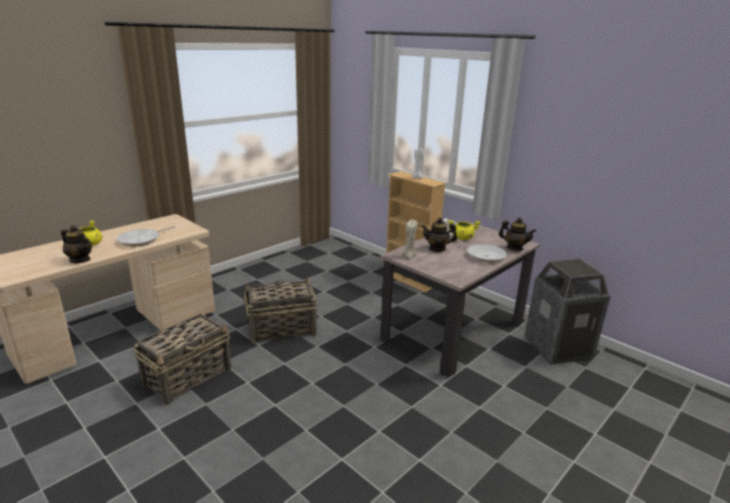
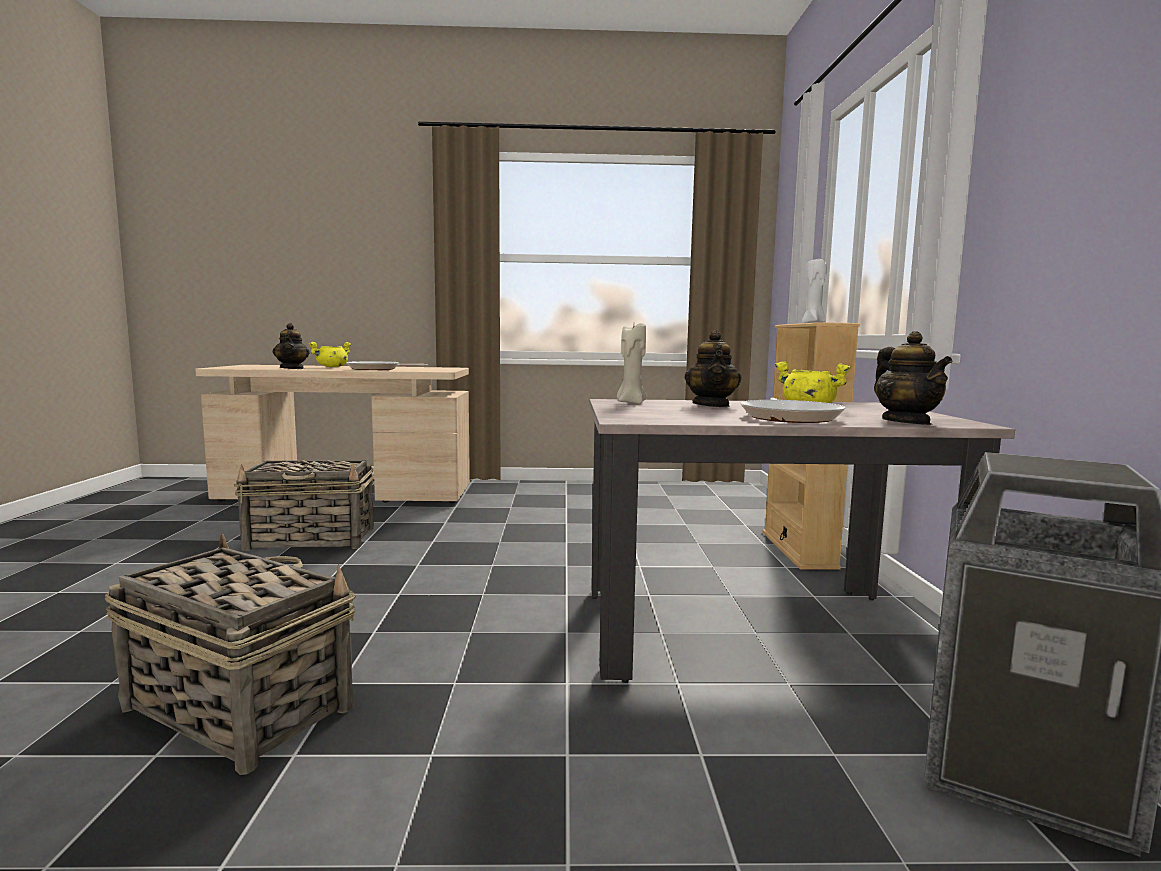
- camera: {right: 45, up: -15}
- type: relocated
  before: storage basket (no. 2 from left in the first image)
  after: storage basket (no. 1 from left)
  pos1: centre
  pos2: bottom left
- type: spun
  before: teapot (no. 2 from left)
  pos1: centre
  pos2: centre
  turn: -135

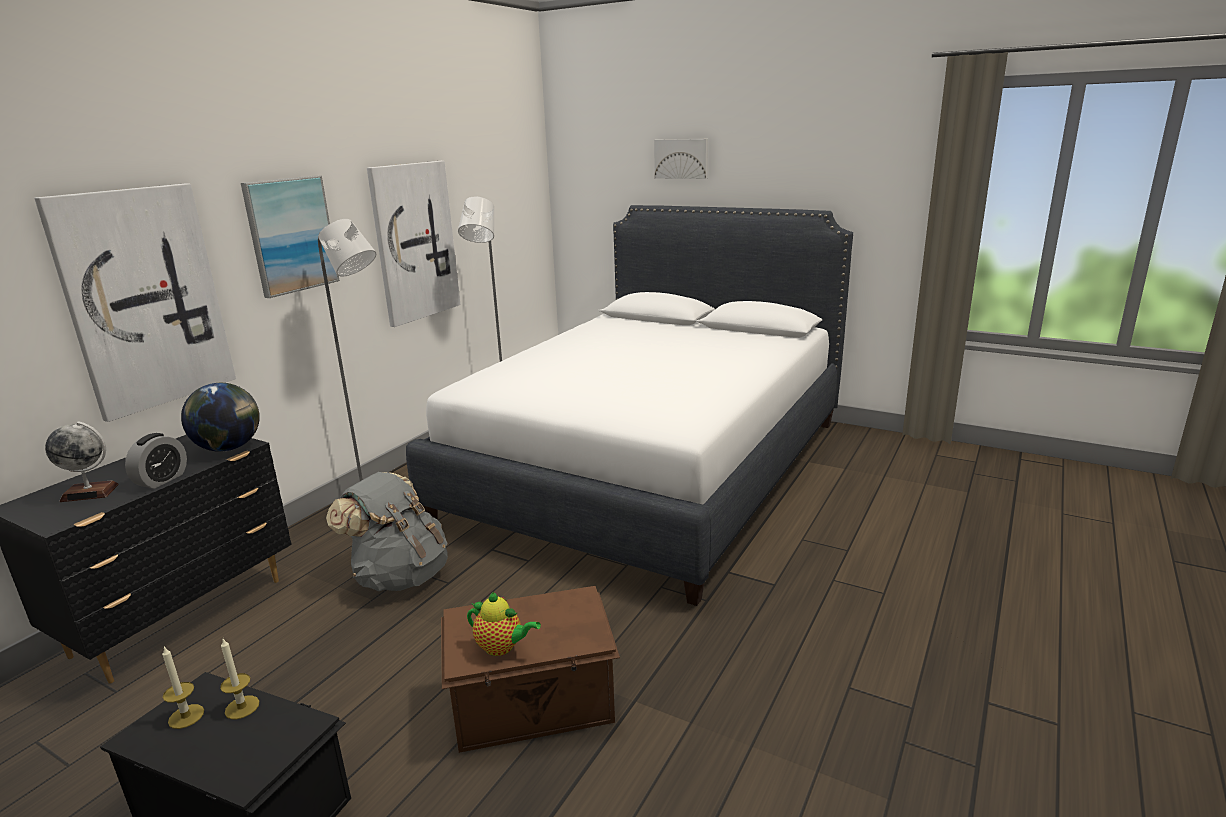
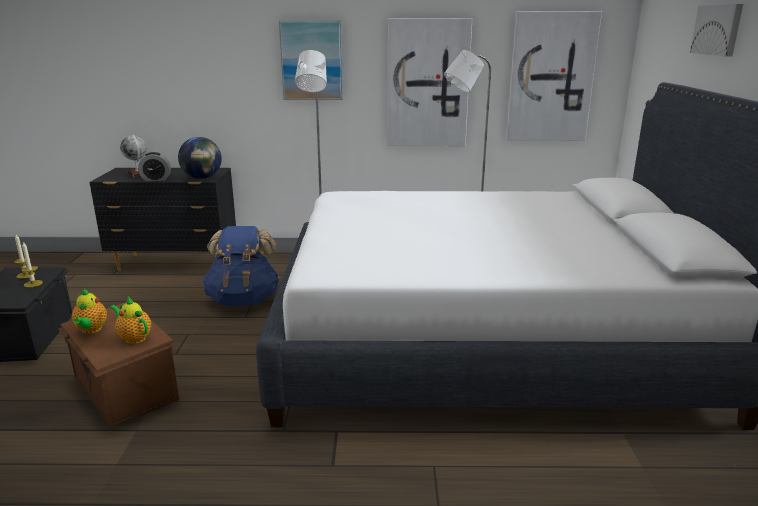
- camera: {right: 60, up: 0}
- type: appeared
  after: teapot (no. 2 from left)
  pos2: middle left
- type: relocated
  before: wall art (no. 1 from left in the first image)
  after: wall art (no. 3 from left)
  pos1: middle left
  pos2: top right
- type: colour
  before: rucksack/grey
  after: rucksack/blue-coloured
  pos1: middle left
  pos2: middle left

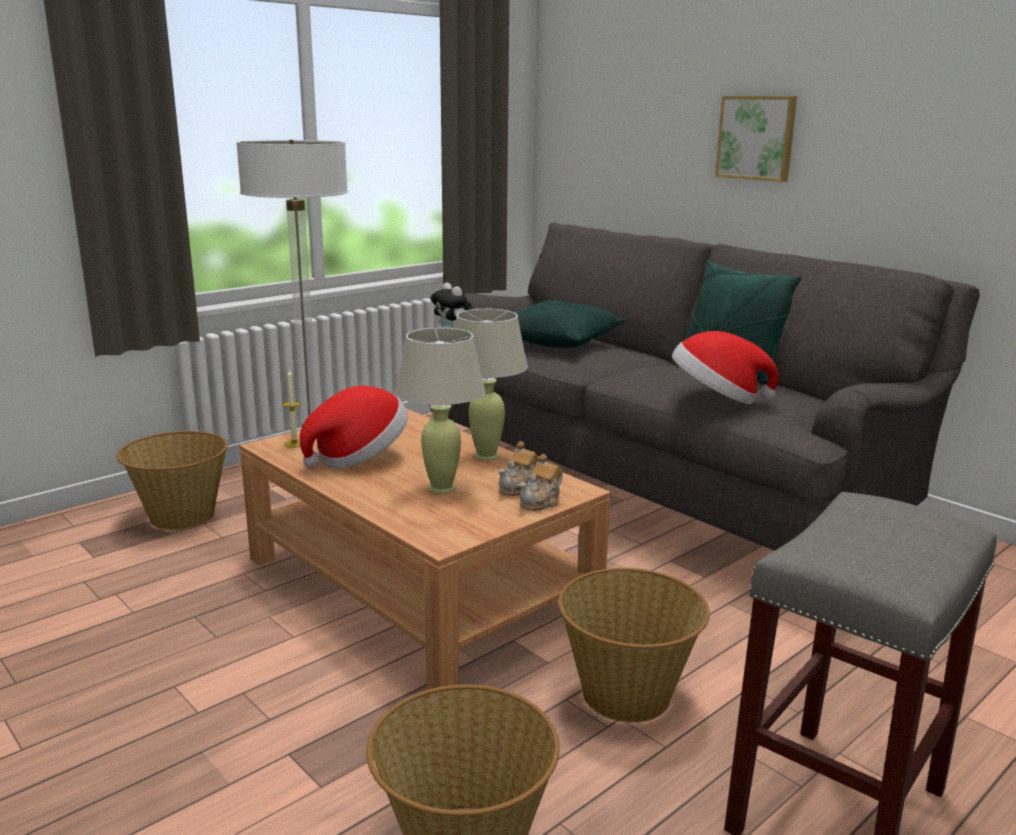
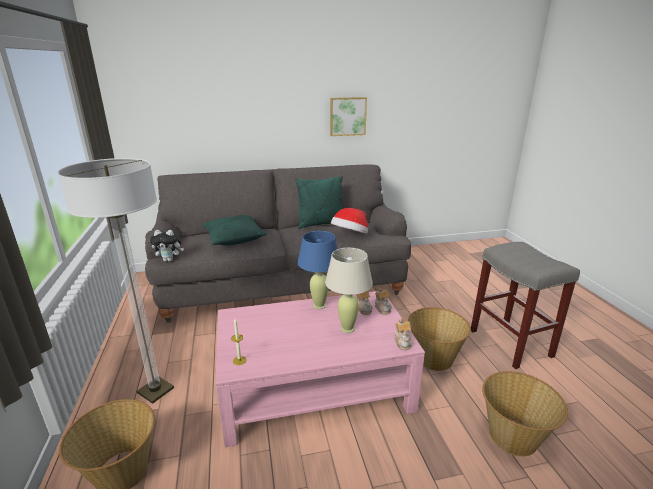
- camera: {right: -60, up: 5}
- type: missing
  before: hat (no. 1 from left)
  pos1: centre
- type: appeared
  after: teapot (no. 3 from left)
  pos2: bottom centre
- type: relocated
  before: wall art
  pos1: top right
  pos2: top centre
- type: colour
  before: lounge table/brown
  after: lounge table/pink
  pos1: centre
  pos2: bottom centre
- type: colour
  before: table lamp/beige (no. 2 from left)
  after: table lamp/blue-coloured
  pos1: centre
  pos2: centre

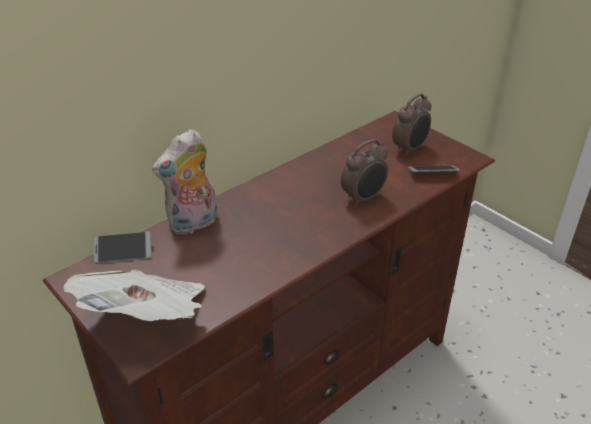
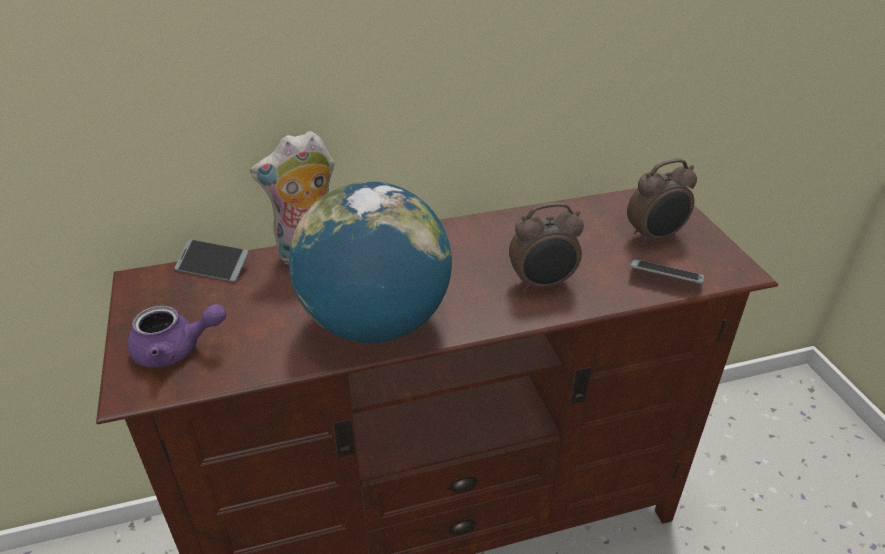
- camera: {right: 25, up: 0}
- type: appeared
  after: globe
  pos2: centre
- type: exchanged
  before: newspaper
  after: teapot/purple
  pos1: bottom left
  pos2: middle left

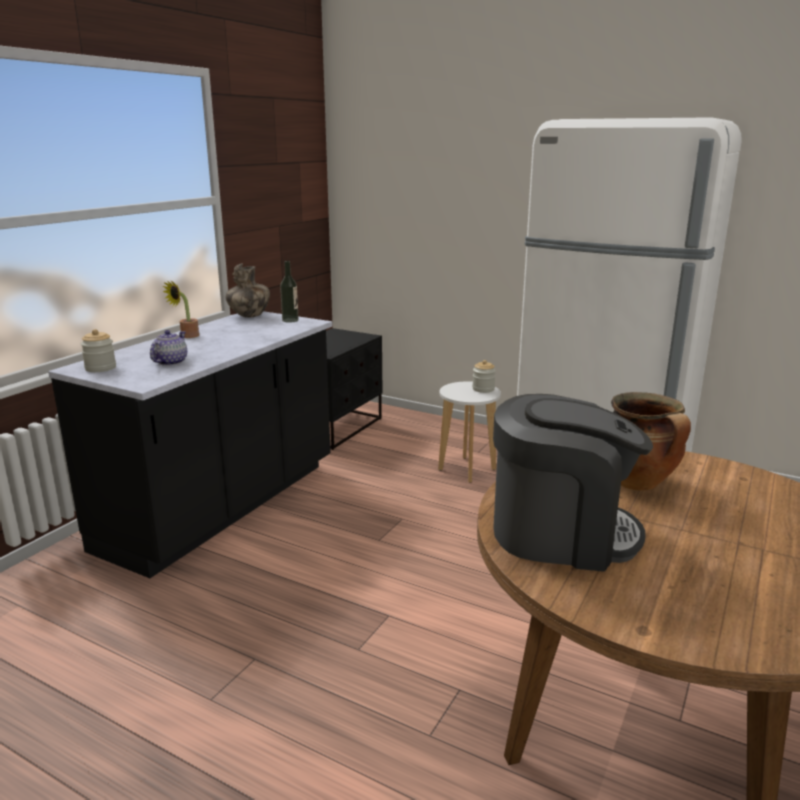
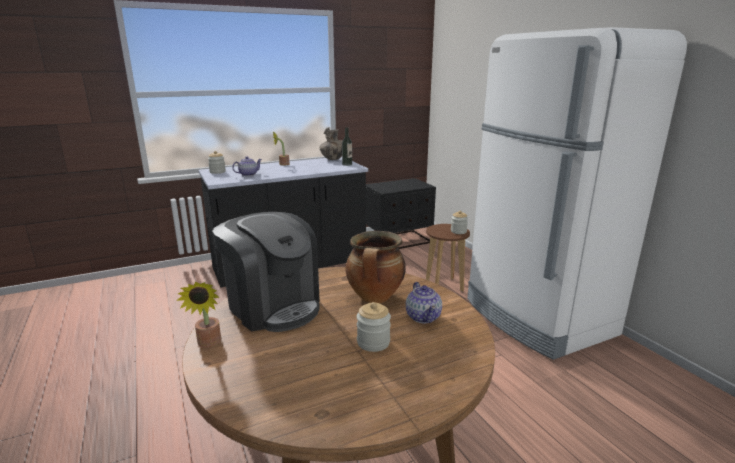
- camera: {right: 35, up: 0}
- type: appeared
  after: houseplant (no. 1 from left)
  pos2: bottom left
- type: appeared
  after: storage jar (no. 2 from left)
  pos2: bottom centre
- type: appeared
  after: teapot (no. 2 from left)
  pos2: centre
- type: colour
  before: sitting stool/white-coloured
  after: sitting stool/brown
  pos1: centre
  pos2: centre

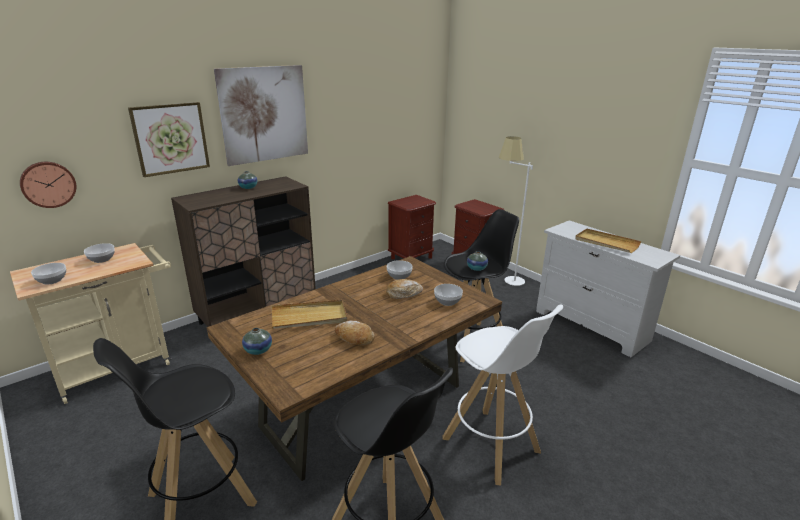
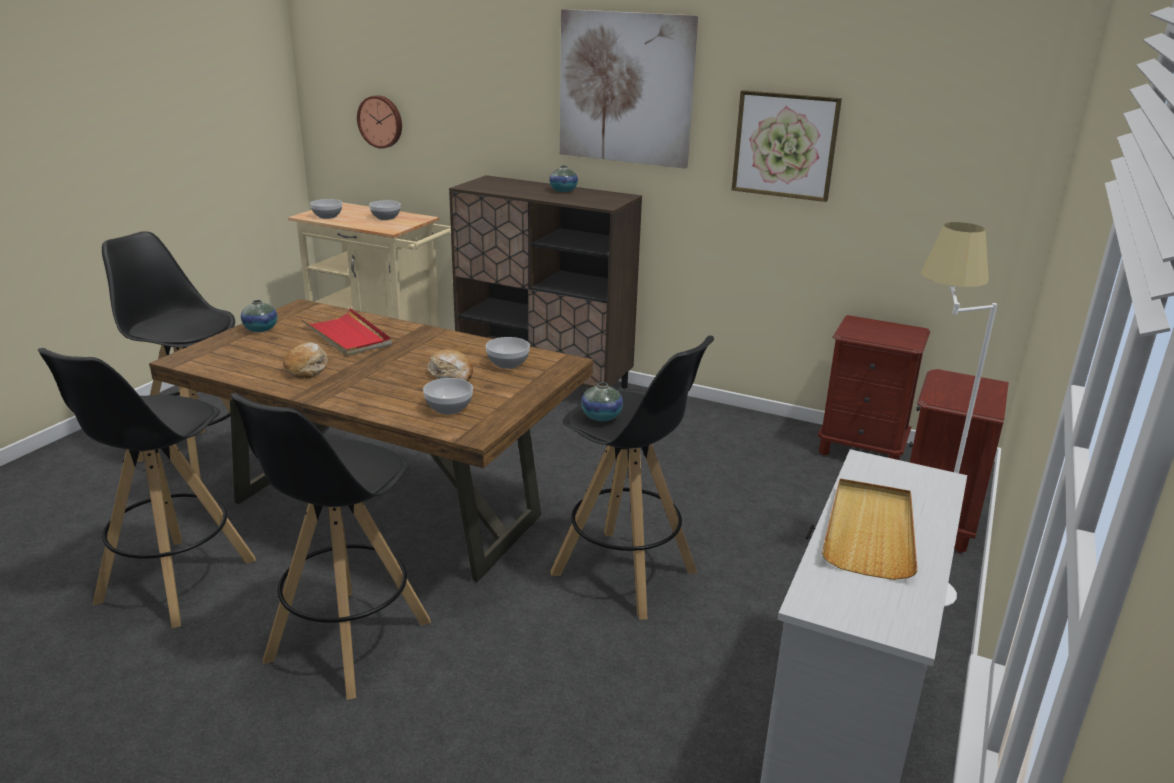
- camera: {right: 65, up: 0}
- type: relocated
  before: wall art (no. 1 from left in the first image)
  after: wall art (no. 2 from left)
  pos1: top left
  pos2: top right
- type: colour
  before: carrying tray/beige (no. 1 from left)
  after: carrying tray/red-coloured
  pos1: centre
  pos2: middle left
- type: colour
  before: sitting stool/white-coloured
  after: sitting stool/blackish (no. 3 from left)
  pos1: bottom centre
  pos2: bottom left

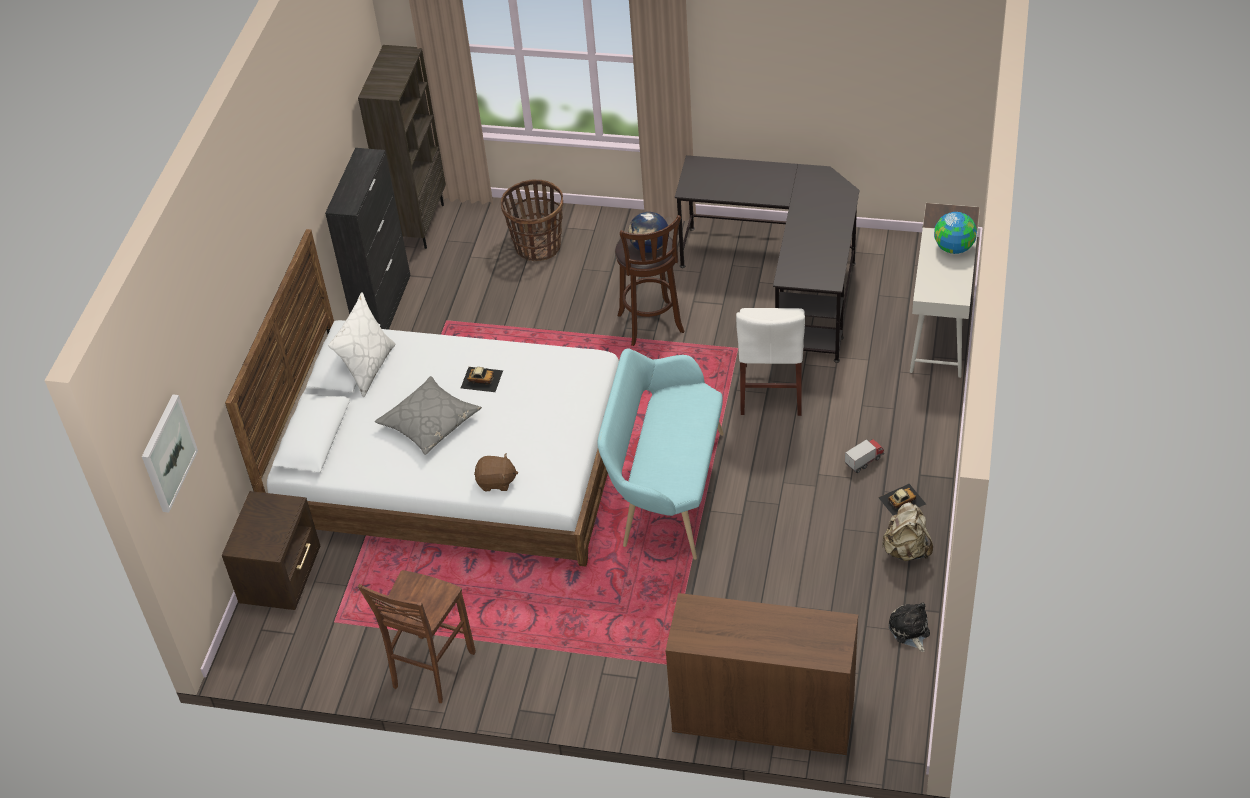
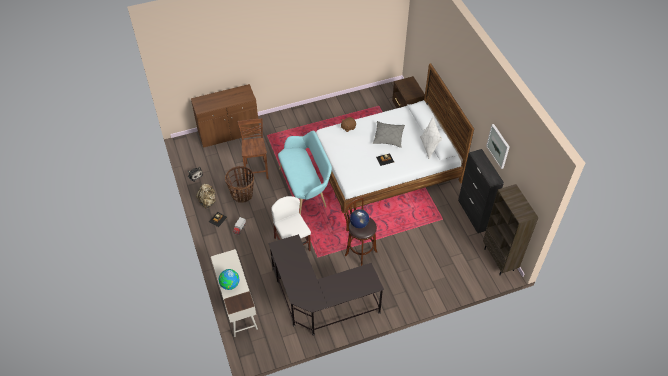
- camera: {right: 145, up: 5}
- type: relocated
  before: wall art
  pos1: middle left
  pos2: middle right
- type: relocated
  before: sitting stool/brown (no. 1 from left)
  pos1: bottom centre
  pos2: centre
- type: relocated
  before: storage basket
  pos1: top centre
  pos2: centre

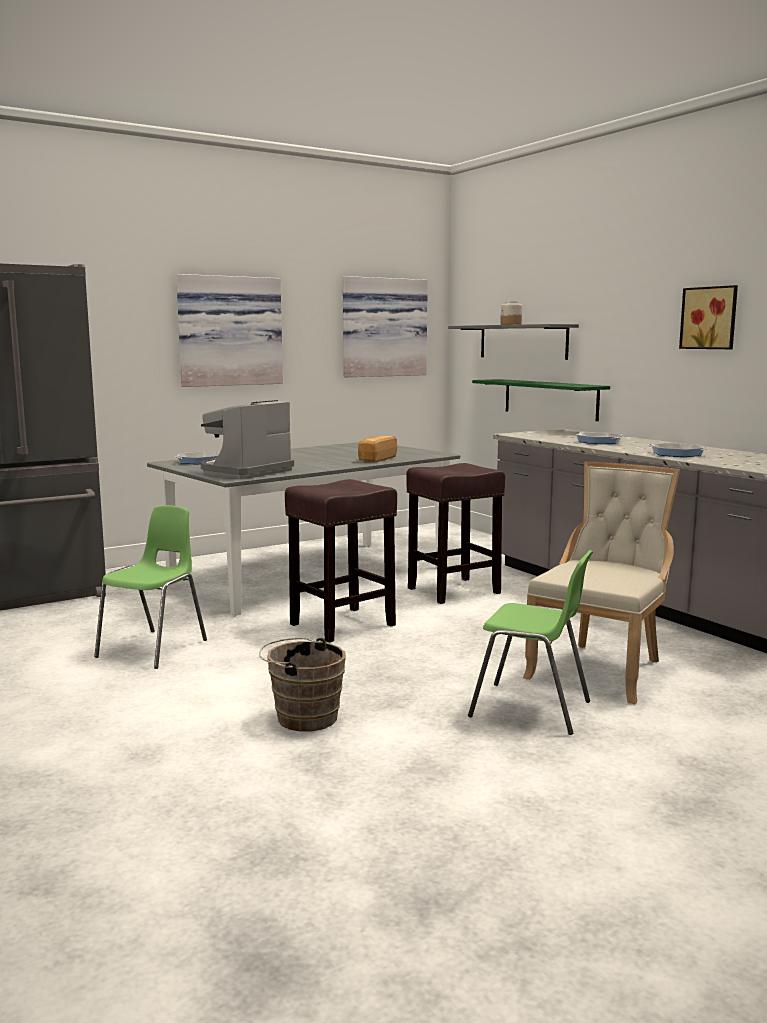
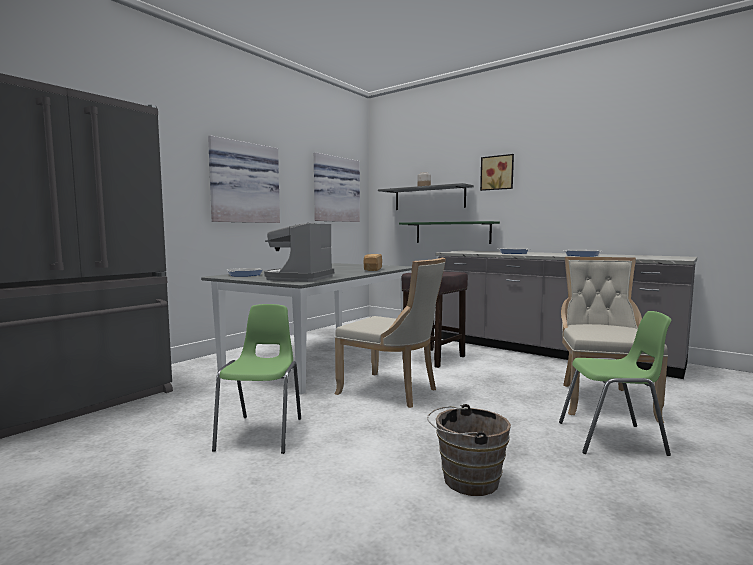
- camera: {right: -20, up: -5}
- type: relocated
  before: wall art (no. 3 from left)
  pos1: top right
  pos2: top centre
- type: exchanged
  before: sitting stool/brown (no. 1 from left)
  after: chair/beige (no. 1 from left)
  pos1: centre
  pos2: centre

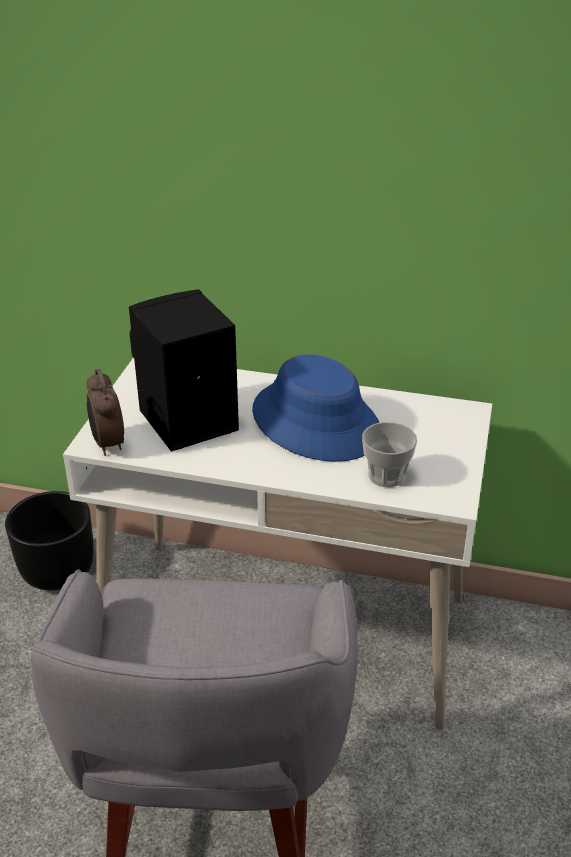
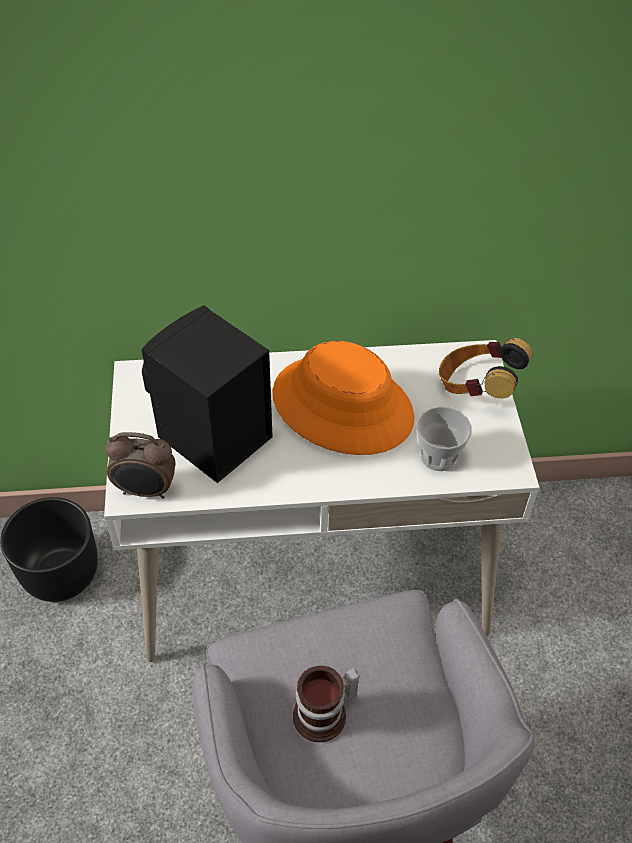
- camera: {right: -20, up: 15}
- type: appeared
  after: mug
  pos2: bottom centre
- type: appeared
  after: headphones
  pos2: middle right
- type: colour
  before: hat/blue-coloured
  after: hat/orange-coloured
  pos1: centre
  pos2: centre
- type: spun
  before: alarm clock
  pos1: middle left
  pos2: middle left
  turn: -45

